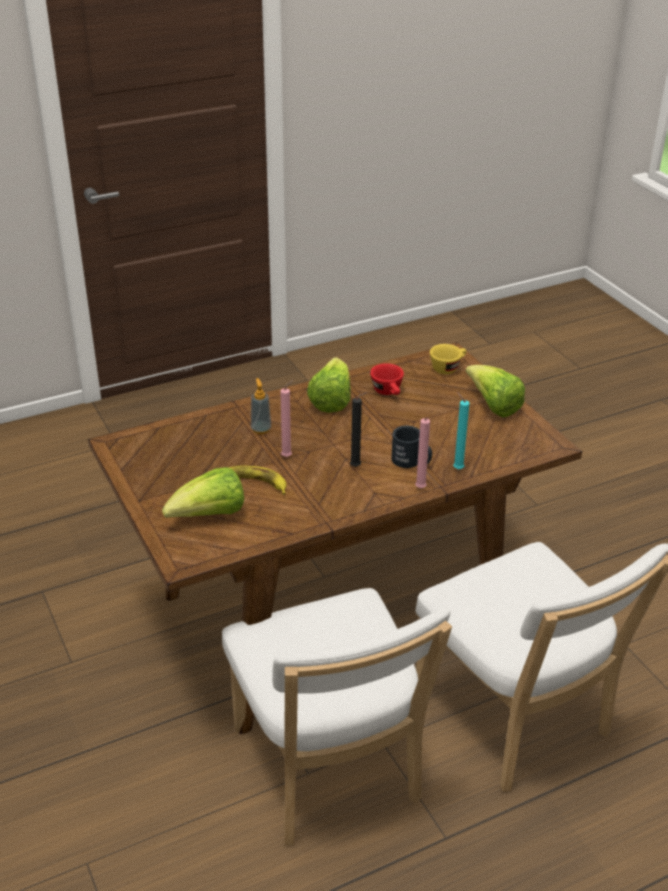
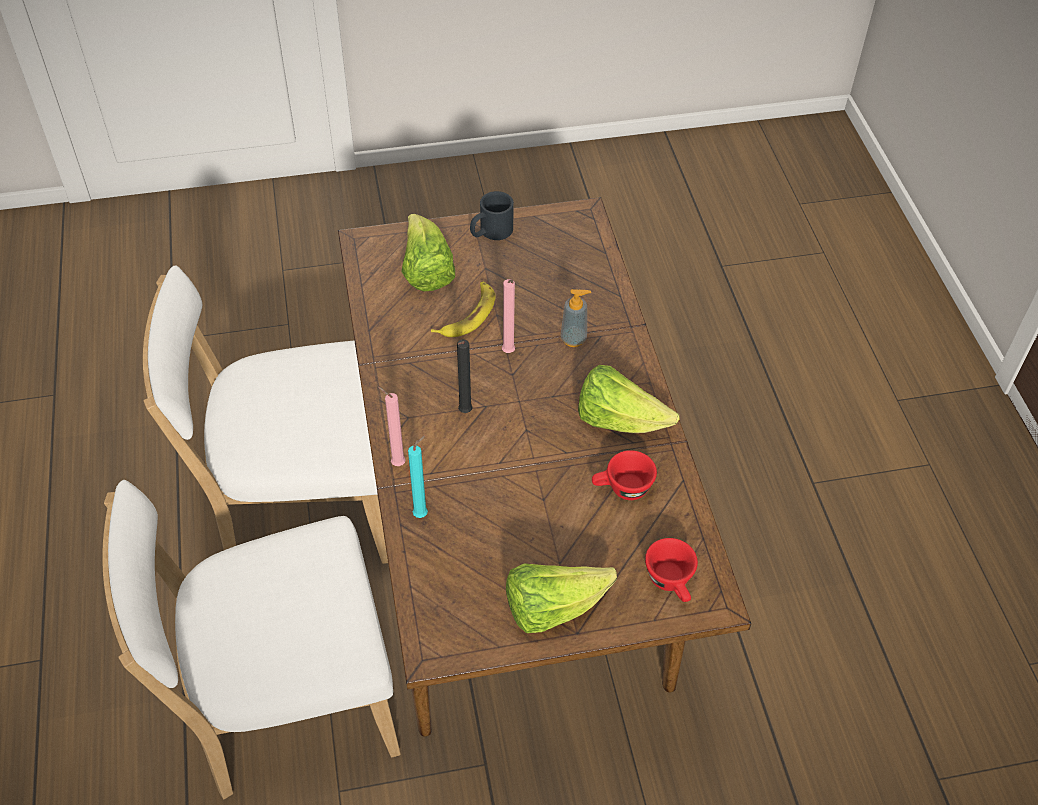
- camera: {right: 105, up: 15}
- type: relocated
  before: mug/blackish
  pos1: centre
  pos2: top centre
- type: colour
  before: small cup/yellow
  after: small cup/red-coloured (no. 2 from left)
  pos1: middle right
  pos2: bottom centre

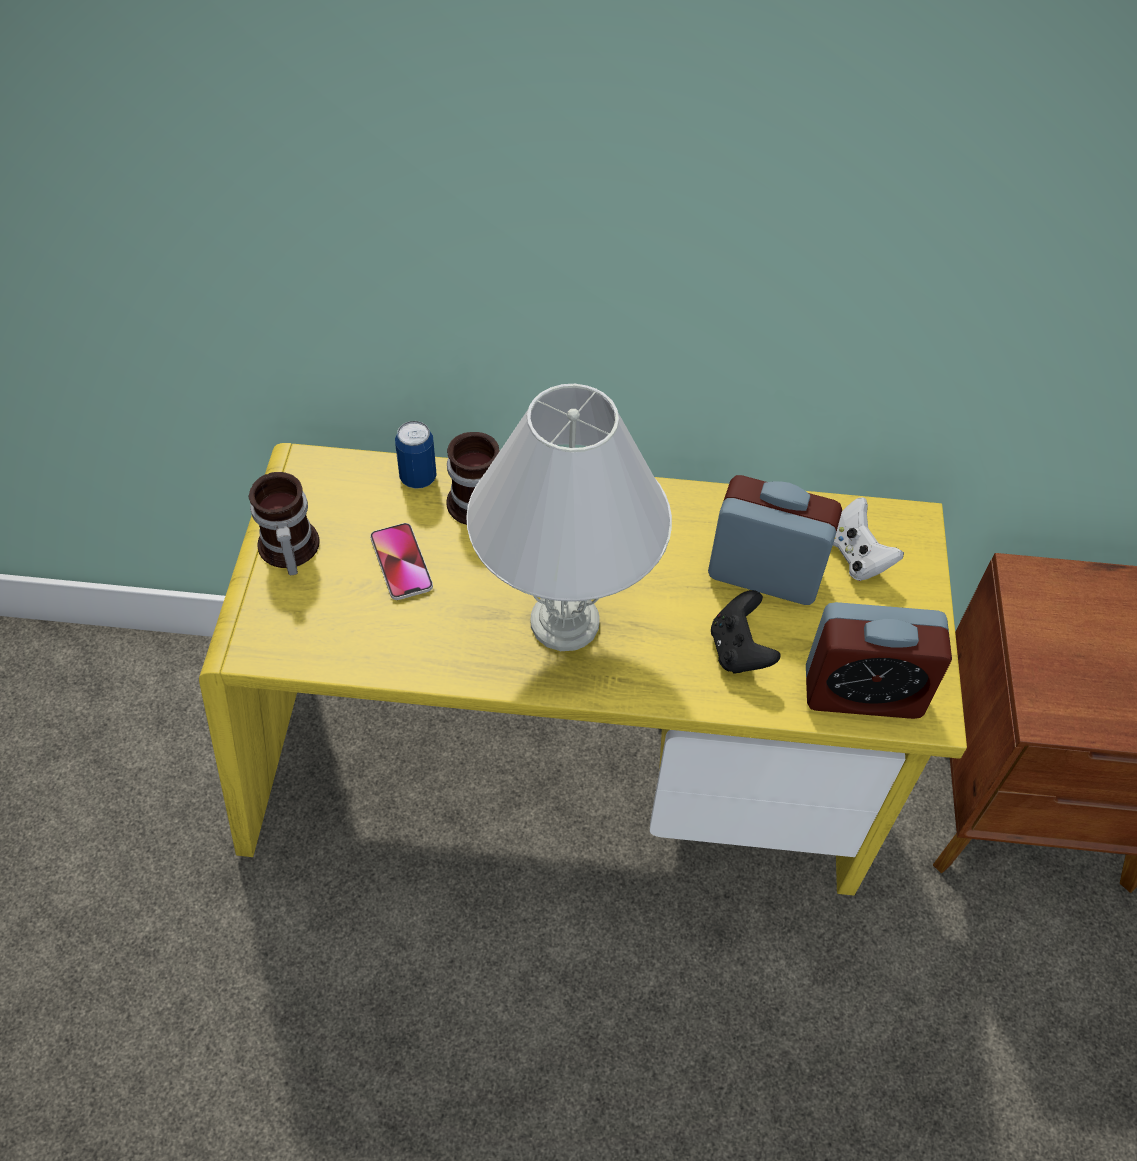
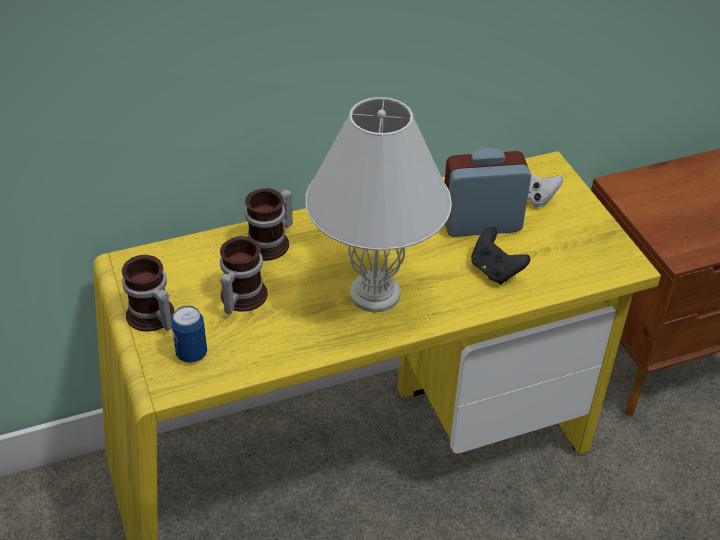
- camera: {right: -25, up: -10}
- type: missing
  before: alarm clock (no. 2 from left)
  pos1: middle right
- type: relocated
  before: sealed can
  pos1: centre
  pos2: middle left
- type: exchanged
  before: telephone
  after: mug (no. 2 from left)
  pos1: centre
  pos2: centre

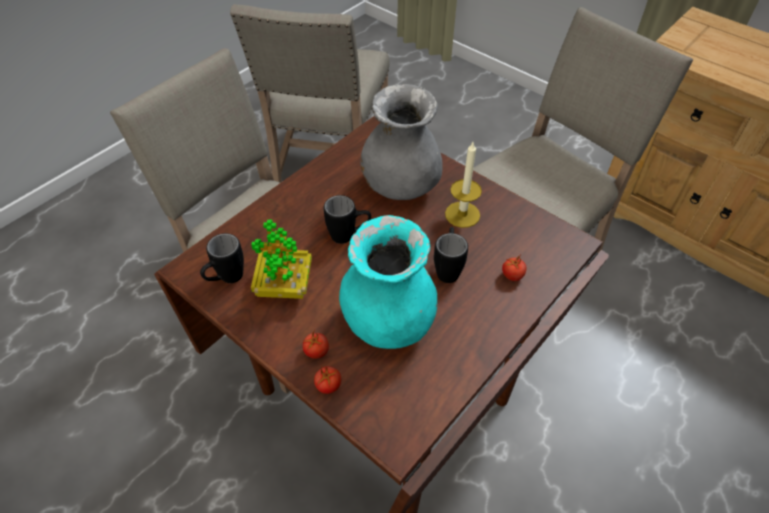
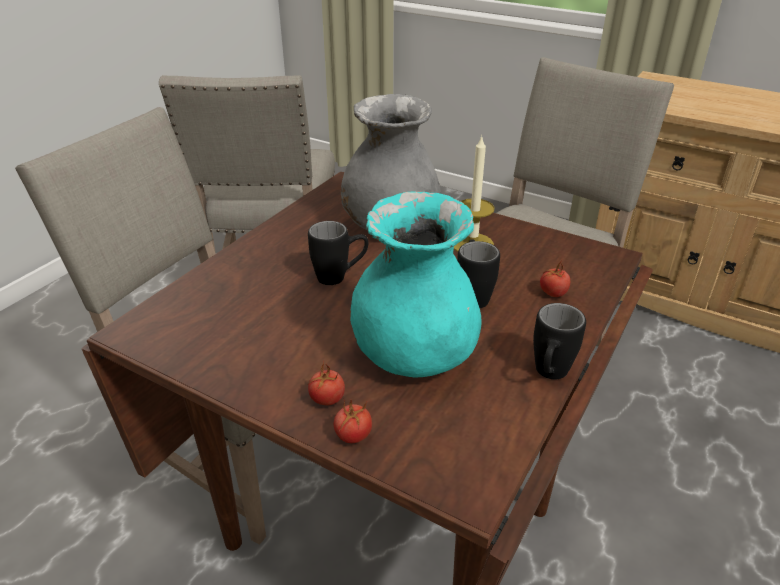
- camera: {right: -10, up: -15}
- type: missing
  before: houseplant
  pos1: centre
- type: relocated
  before: mug/blackish (no. 1 from left in the first image)
  after: mug/blackish (no. 3 from left)
  pos1: middle left
  pos2: middle right

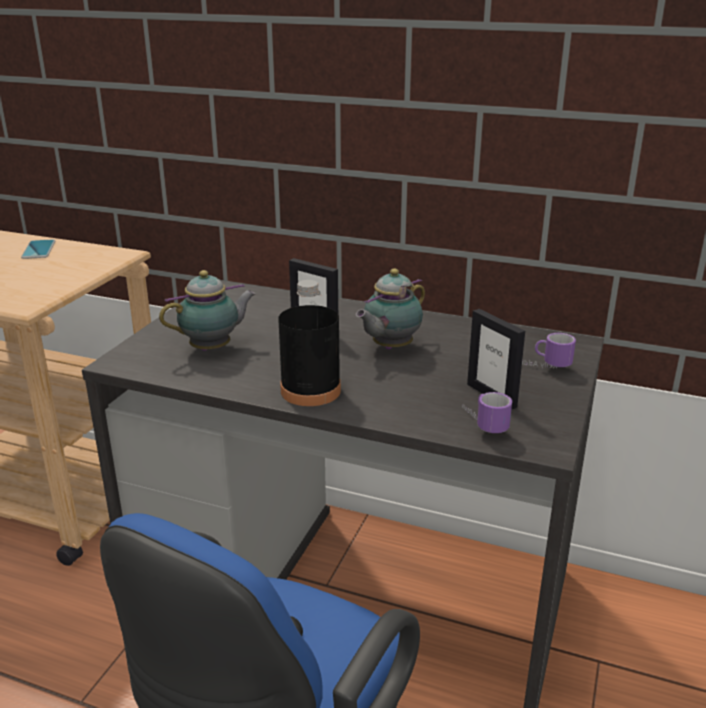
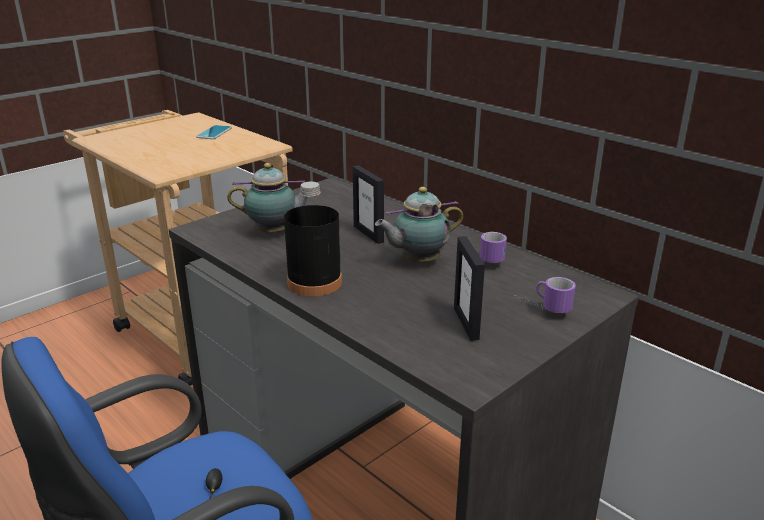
- camera: {right: 25, up: 0}
- type: relocated
  before: mug (no. 1 from left)
  pos1: middle right
  pos2: centre

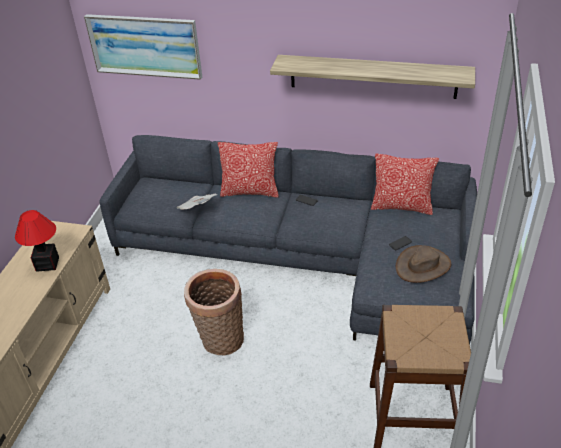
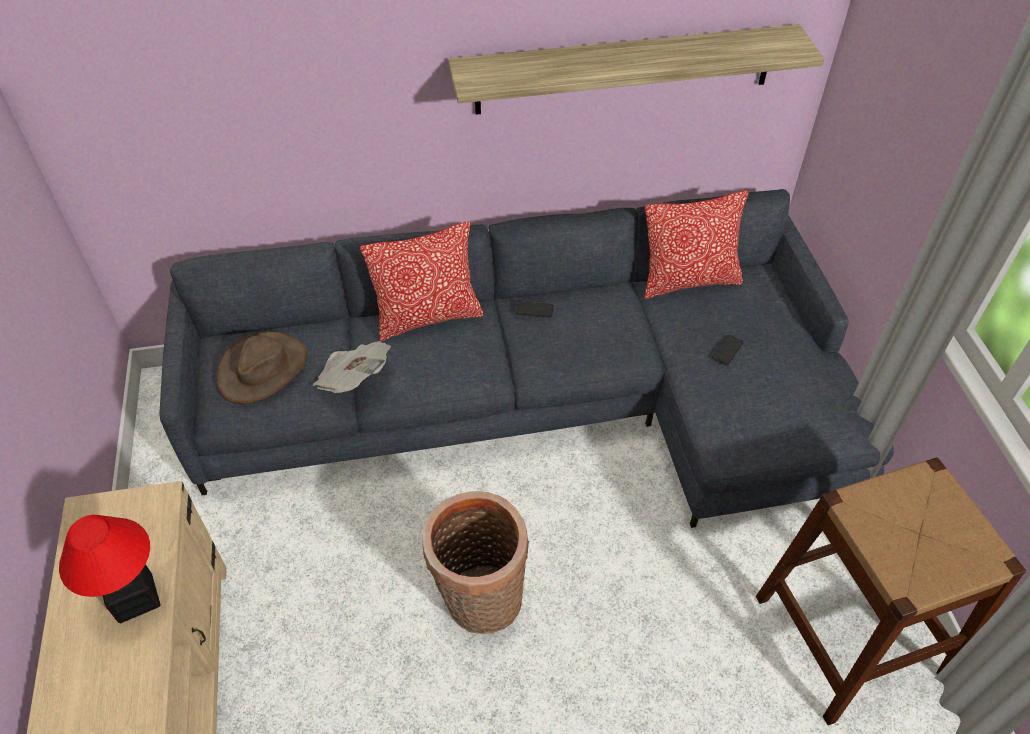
- camera: {right: -25, up: 10}
- type: missing
  before: wall art
  pos1: top left
- type: relocated
  before: hat/brown
  pos1: middle right
  pos2: middle left

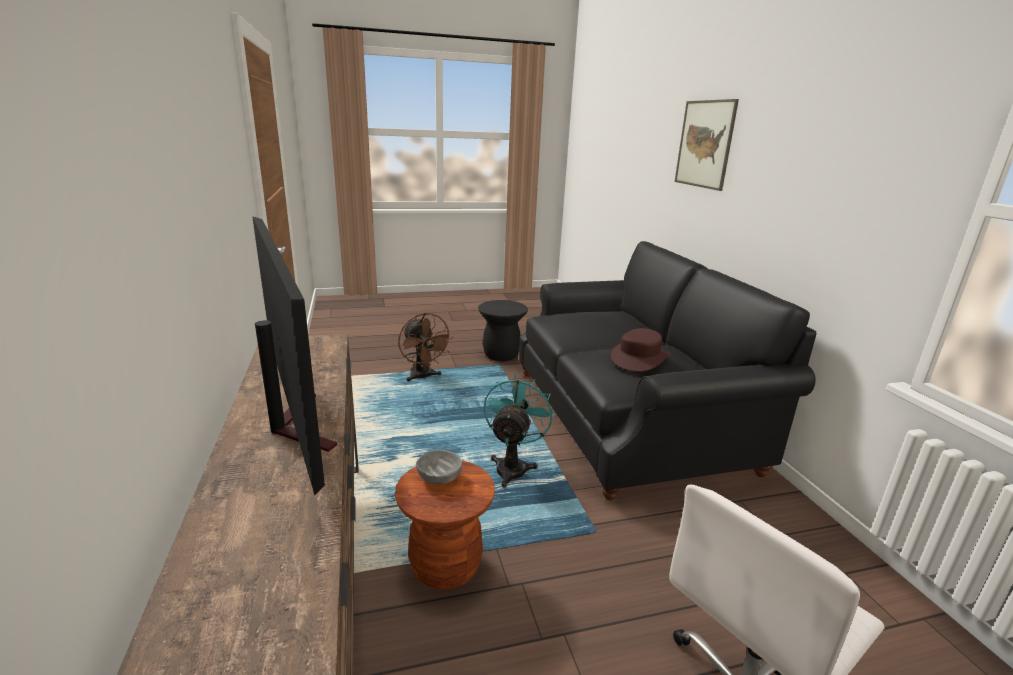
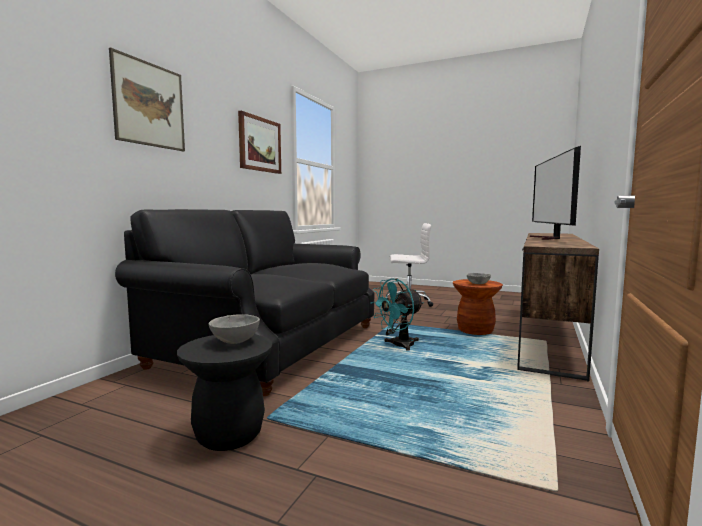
- camera: {right: -140, up: -15}
- type: missing
  before: cooling fan/brown
  pos1: centre
- type: missing
  before: hat/brown
  pos1: centre
- type: appeared
  after: serving bowl/grey (no. 1 from left)
  pos2: centre
- type: appeared
  after: wall art (no. 2 from left)
  pos2: top centre

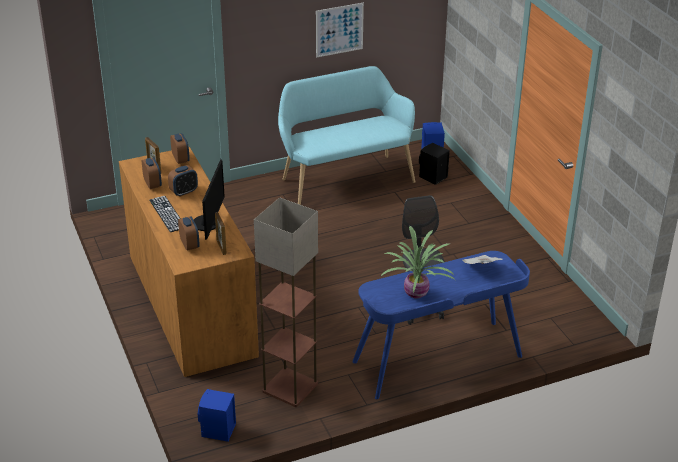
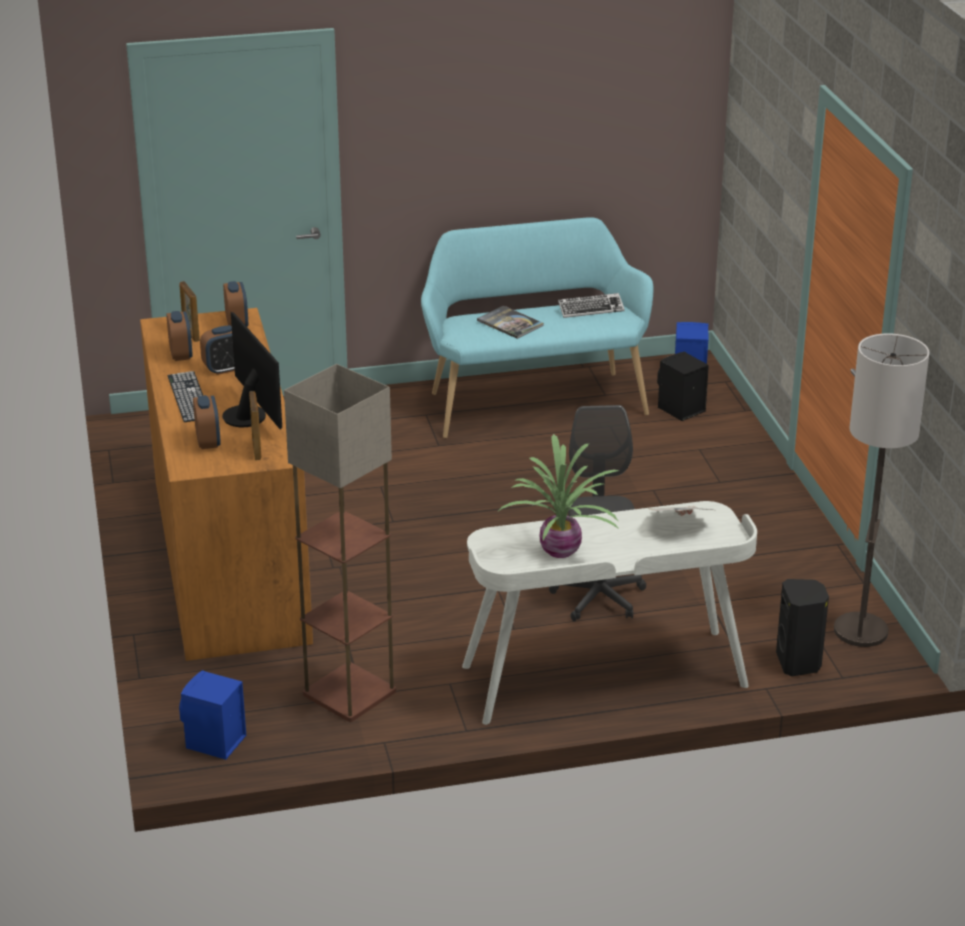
- camera: {right: 10, up: -5}
- type: missing
  before: wall art
  pos1: top centre
- type: appeared
  after: volume
  pos2: centre
- type: appeared
  after: computer keyboard (no. 2 from left)
  pos2: top centre
- type: appeared
  after: speaker/blackish (no. 2 from left)
  pos2: bottom right
- type: appeared
  after: standard lamp (no. 2 from left)
  pos2: middle right
- type: colour
  before: desk/blue-coloured
  after: desk/white-coloured
  pos1: bottom centre
  pos2: centre
- type: spun
  before: computer screen
  pos1: middle left
  pos2: middle left
  turn: -45

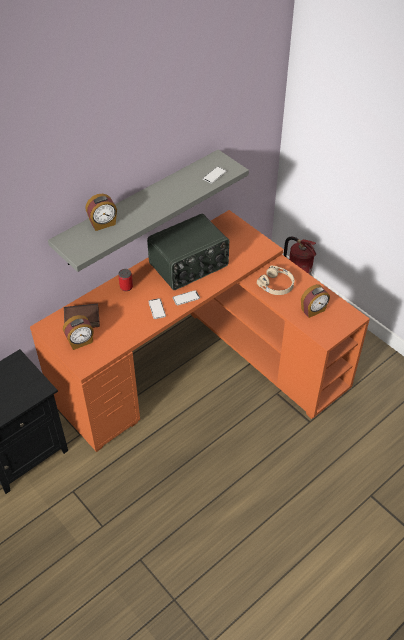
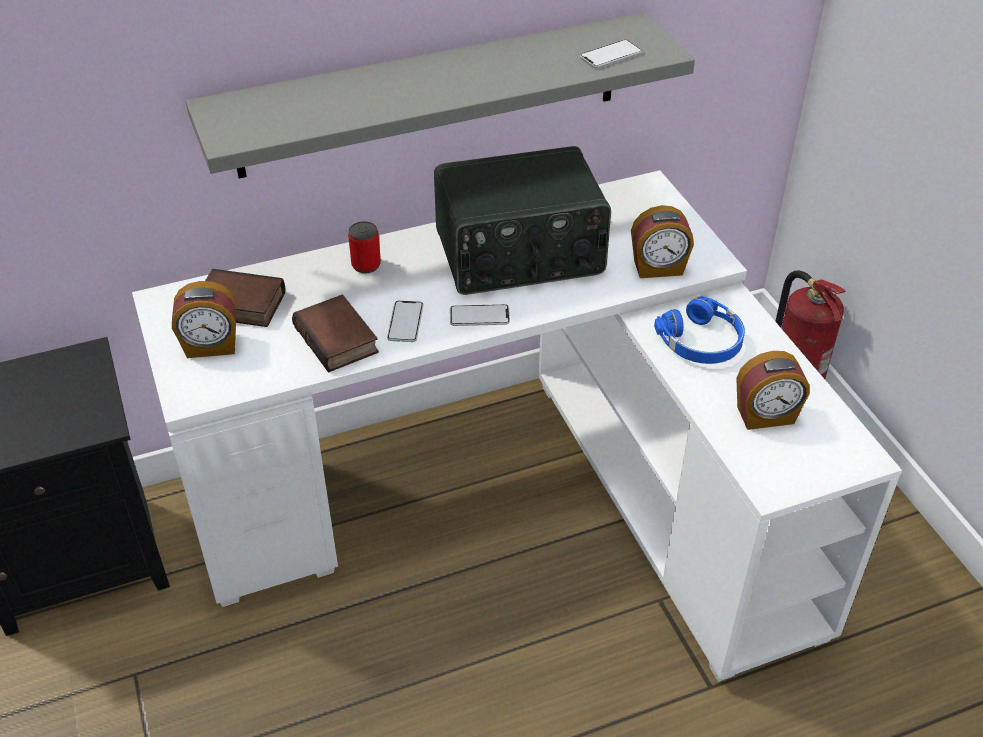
- camera: {right: 20, up: -5}
- type: appeared
  after: volume (no. 2 from left)
  pos2: centre
- type: relocated
  before: alarm clock (no. 2 from left)
  pos1: top left
  pos2: top right
- type: colour
  before: desk/orange-coloured
  after: desk/white-coloured
  pos1: centre
  pos2: centre
- type: colour
  before: headphones/beige
  after: headphones/blue-coloured
  pos1: middle right
  pos2: middle right

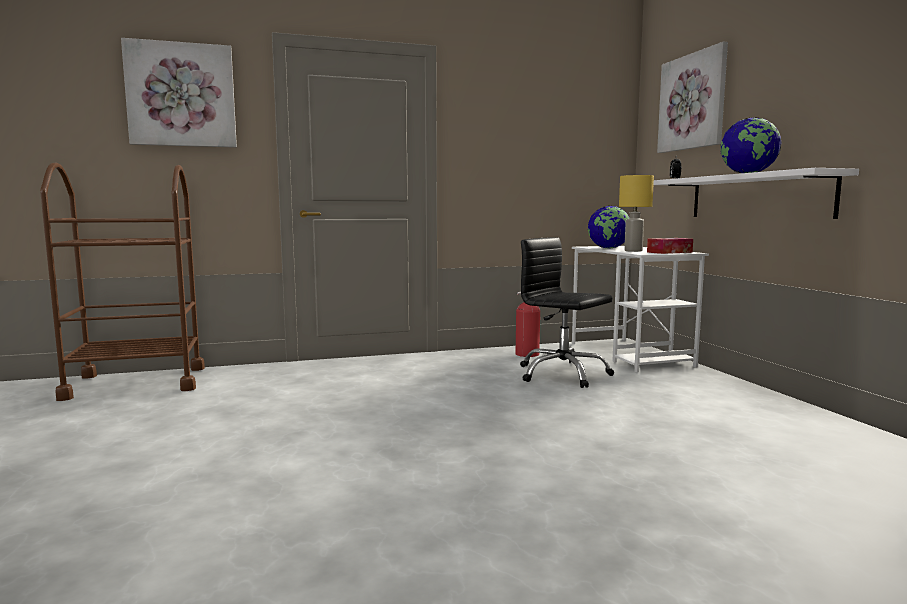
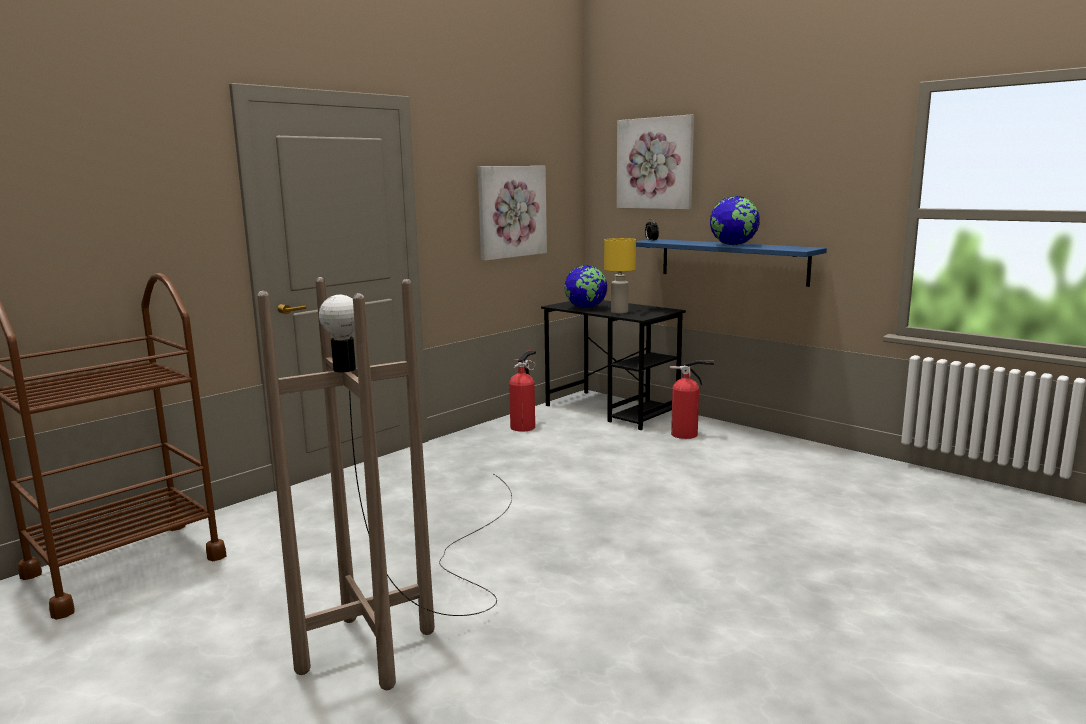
- camera: {right: -30, up: 5}
- type: missing
  before: computer chair/blackish
  pos1: centre
- type: missing
  before: box of tissues
  pos1: middle right
- type: appeared
  after: standard lamp/brown
  pos2: bottom centre
- type: appeared
  after: extinguisher (no. 2 from left)
  pos2: centre
- type: relocated
  before: wall art (no. 1 from left)
  pos1: top left
  pos2: top centre
- type: colour
  before: desk/white-coloured
  after: desk/blackish
  pos1: middle right
  pos2: centre
- type: colour
  before: wall shelf/white-coloured
  after: wall shelf/blue-coloured
  pos1: top right
  pos2: middle right

